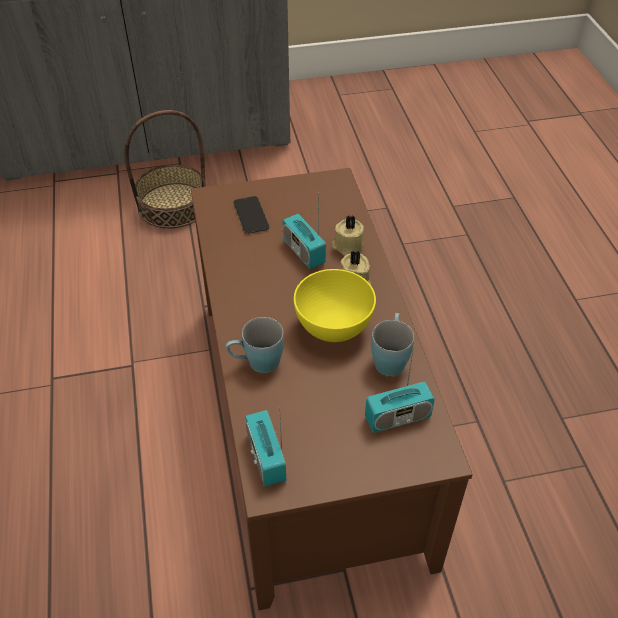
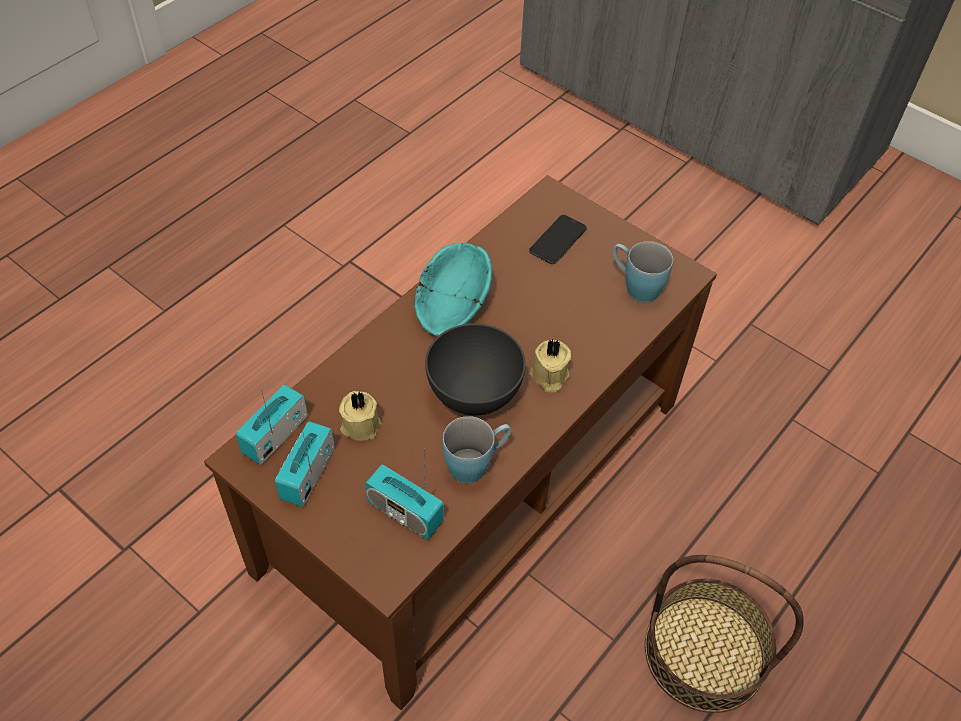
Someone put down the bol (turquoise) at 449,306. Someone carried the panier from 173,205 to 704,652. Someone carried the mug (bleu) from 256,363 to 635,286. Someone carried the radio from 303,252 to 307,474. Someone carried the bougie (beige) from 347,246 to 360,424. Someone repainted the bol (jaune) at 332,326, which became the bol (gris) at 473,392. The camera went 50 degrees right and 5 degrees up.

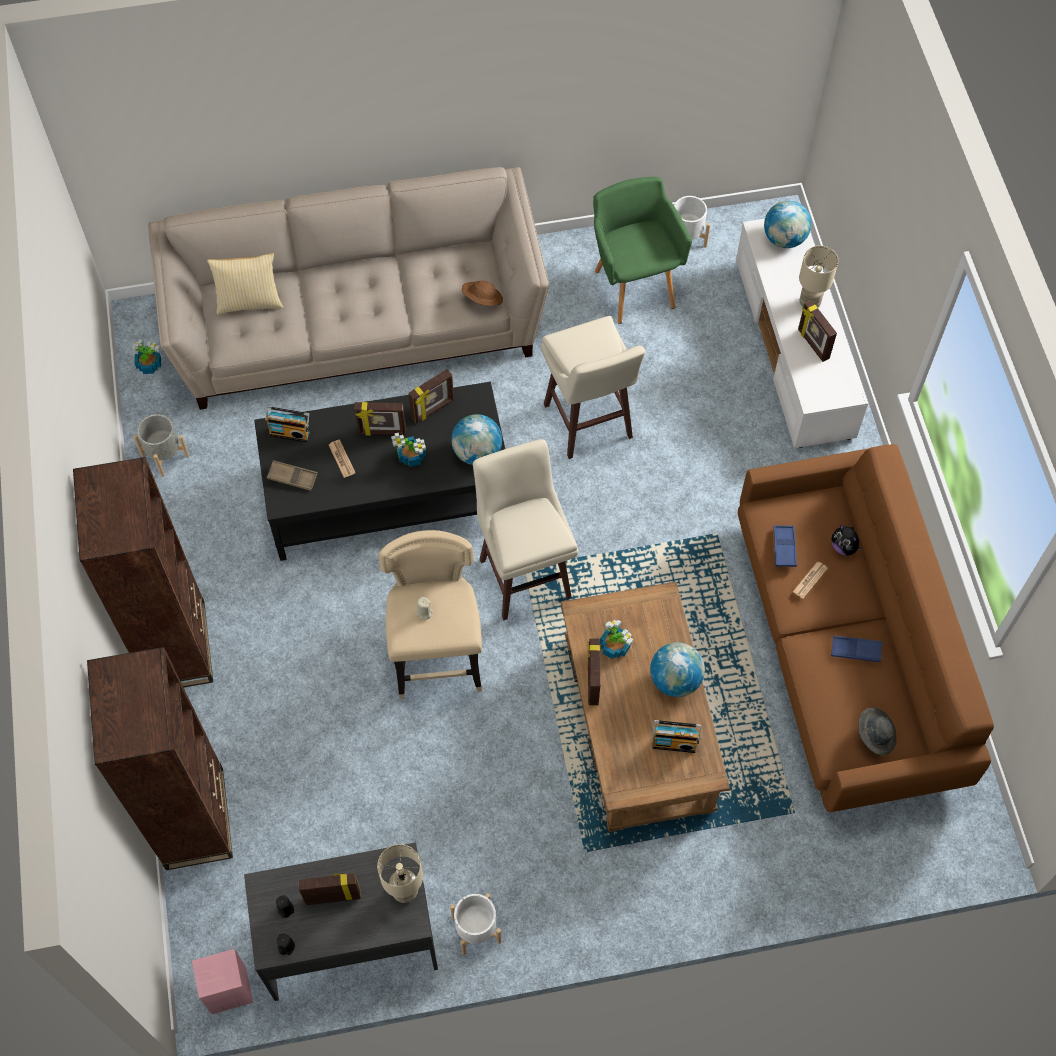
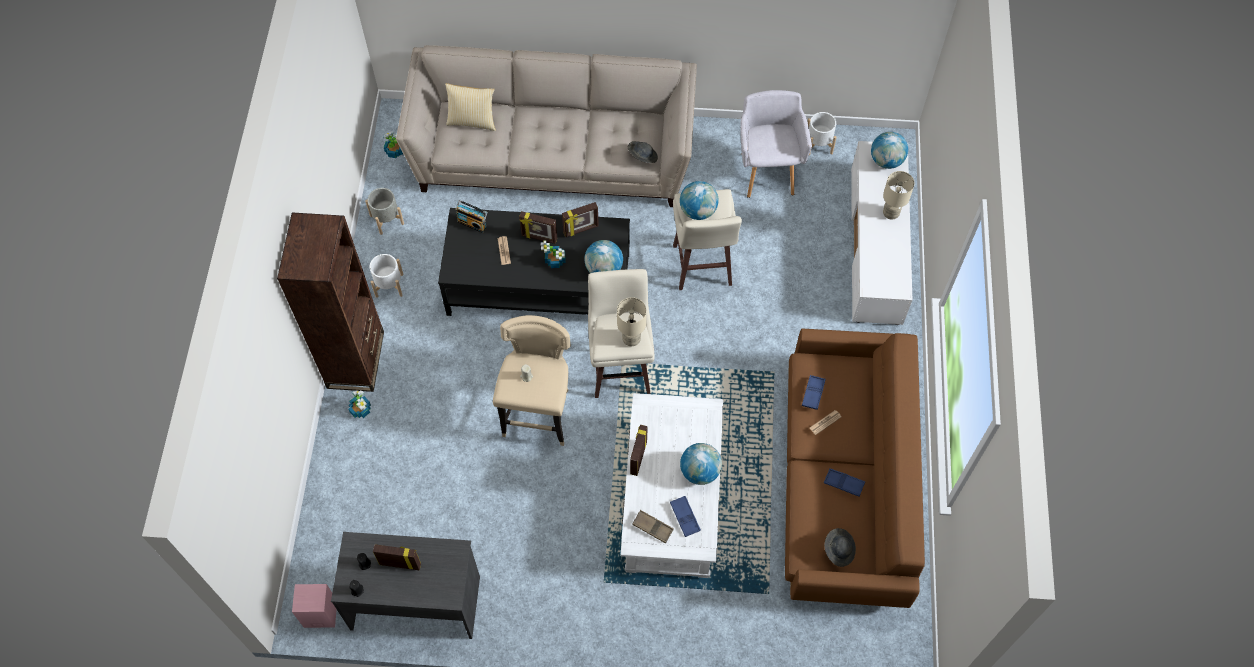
Someone took away the bibliothèque (marron) at 195,818. Someone took away the cadre photo at 812,344. Someone took away the peluche at 844,547. Someone put down the globe at 698,211. Someone carried the plateau (marron) from 292,477 to 652,527. Someone carried the lampe de table (beige) from 404,891 to 631,339. Someone carried the cache-pot (blanc) from 476,929 to 389,285. Someone carried the plante en pot from 614,646 to 361,409. Someone swapped the radio at 674,742 for the plateau (bleu) at 685,517. Someone repainted the chapeau (marron) at 482,300, which became the chapeau (gris) at 642,156. Someone repainted the table basse (marron) at 638,725, which became the table basse (blanc) at 671,499. Someone repainted the fauteuil (vert) at 633,284, which became the fauteuil (gris) at 767,170. The camera went 15 degrees right and 0 degrees up.

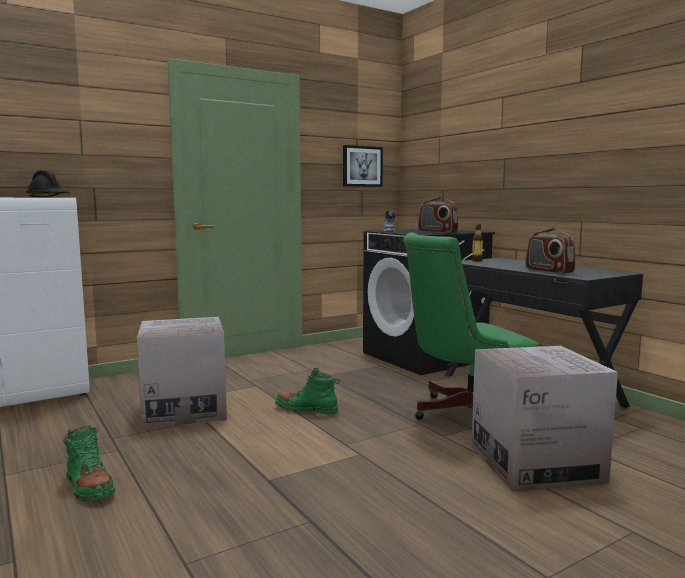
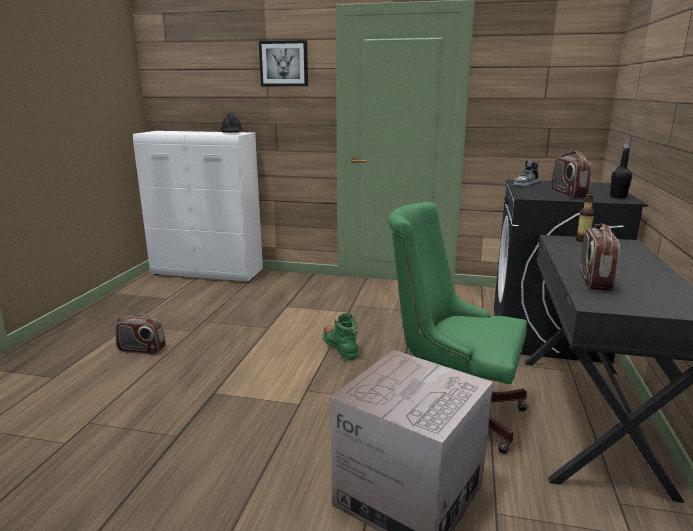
Someone took away the carton at 184,410. Someone put down the bouteille (noir) at 618,197. Someone carried the tableau from 362,166 to 284,63. Someone swapped the botte (vert) at 89,487 for the radio at 141,349. The camera went 45 degrees right and 10 degrees up.

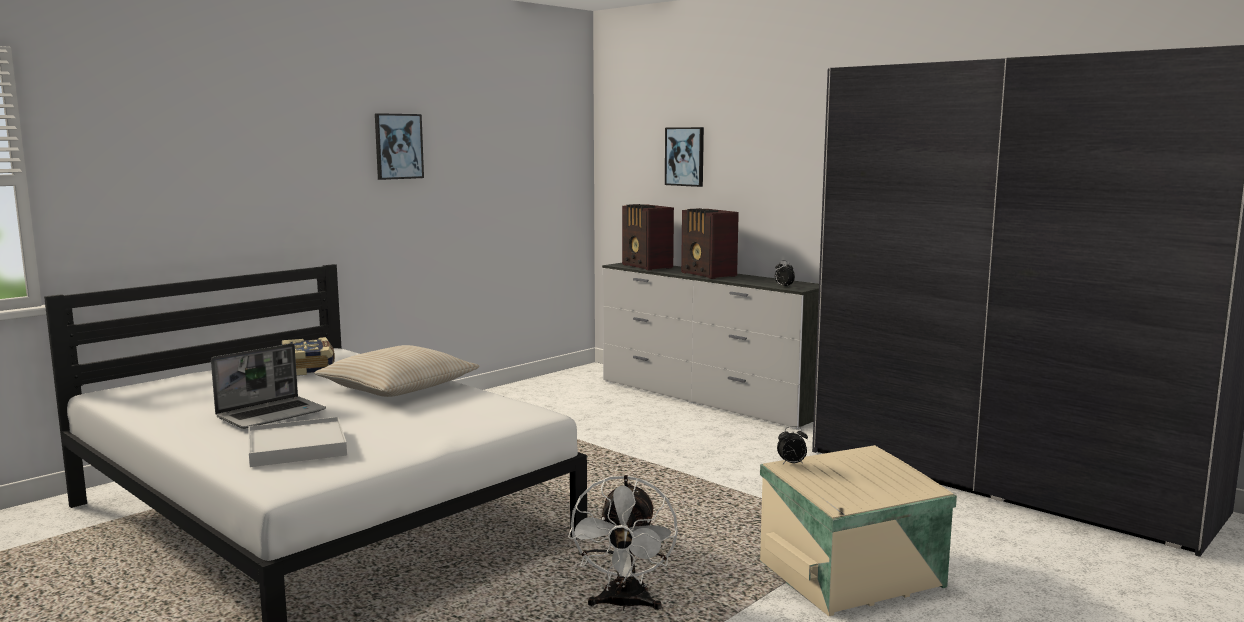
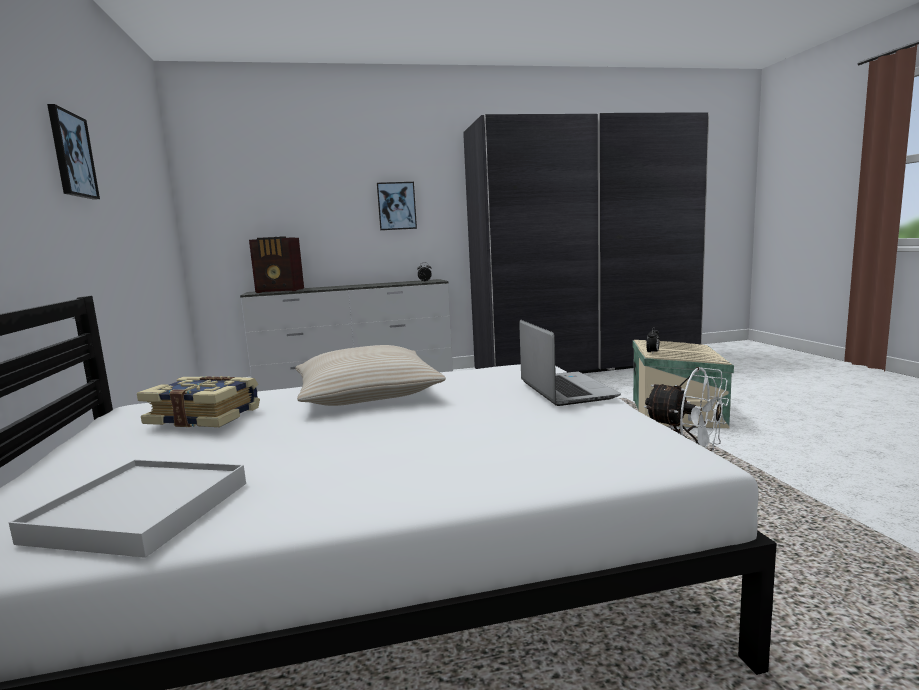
Someone took away the radio at 708,274. Someone carried the ordinateur portable from 272,414 to 564,390. Someone carried the plateau (blanc) from 297,447 to 141,511. Someone carried the tableau from 685,156 to 396,206. The camera went 55 degrees left and 0 degrees up.

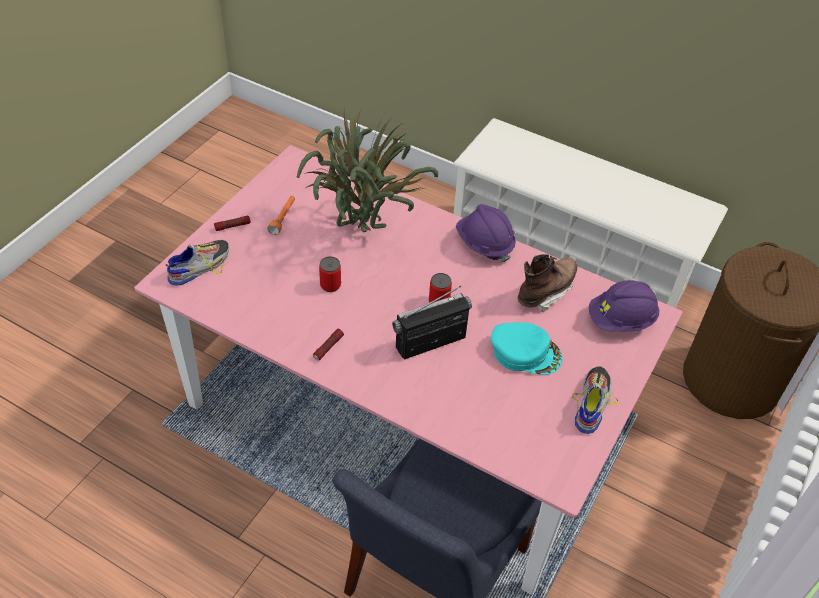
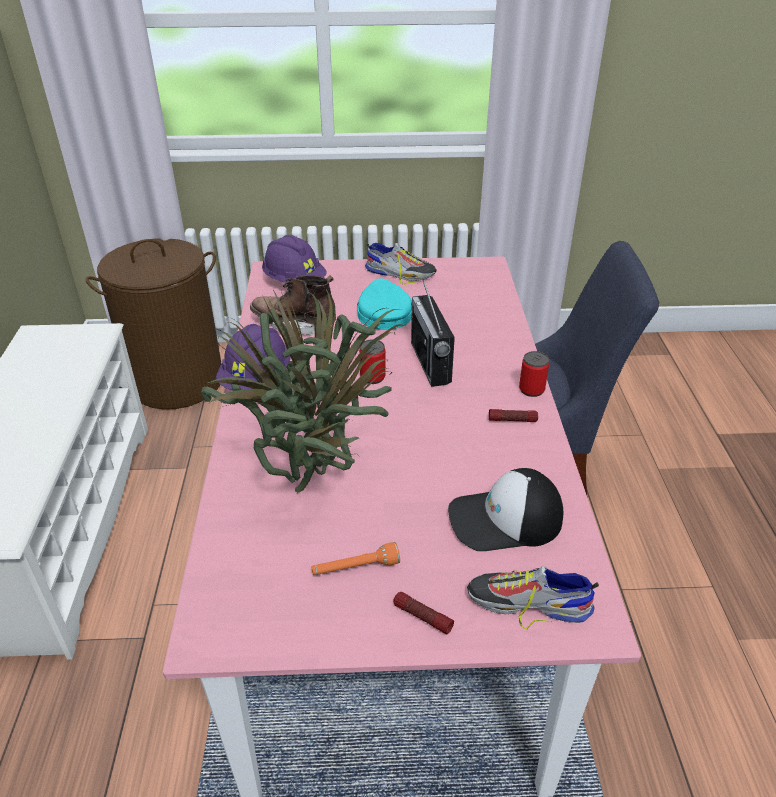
Someone put down the casquette at 505,520. Someone carried the boîte métallique from 330,285 to 531,389. Someone rotated the radio at 431,342 by 45 degrees clockwise. Someone rotated the chaussure at 592,402 by 150 degrees counterclockwise. The camera went 120 degrees left and 10 degrees down.

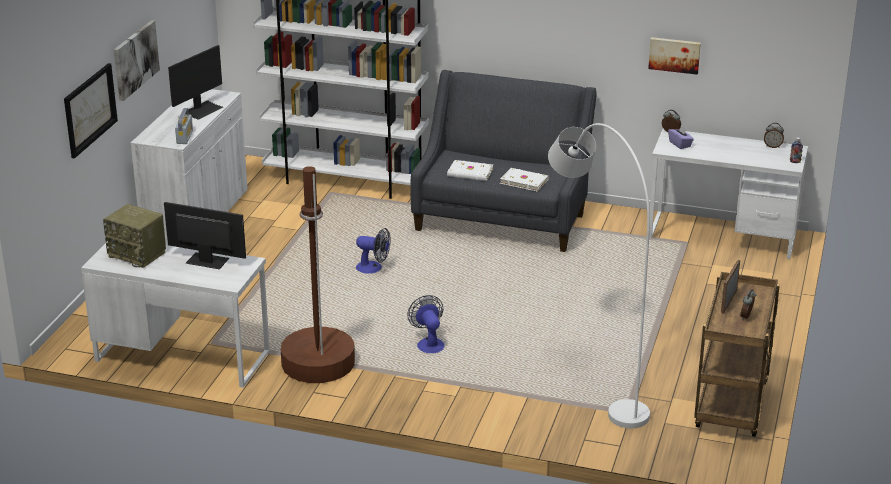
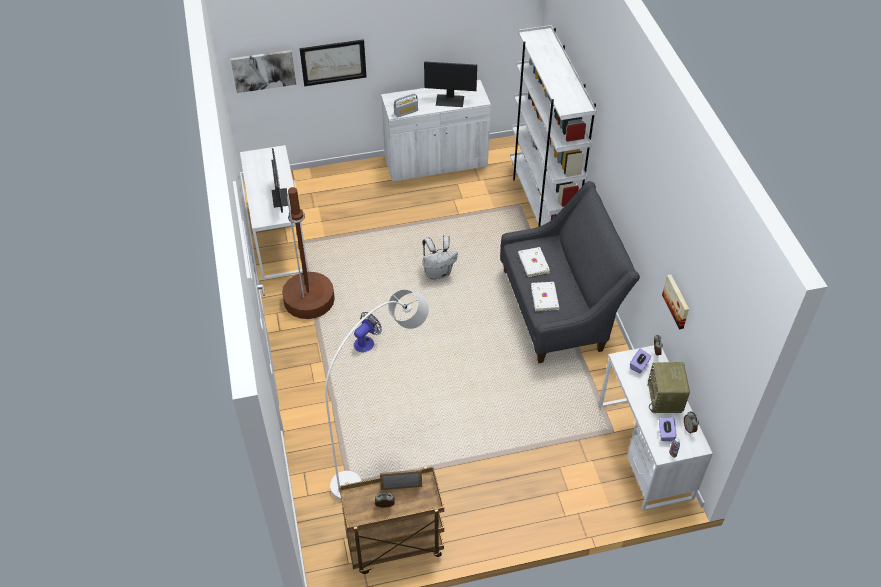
Someone put down the boîte à mouchoirs (violet) at 665,433. Someone carried the radio from 138,254 to 665,398. Someone carried the tableau from 135,59 to 263,70. Someone swapped the ventilateur at 373,268 for the sac à dos (blanc) at 438,272. The camera went 60 degrees right and 20 degrees up.

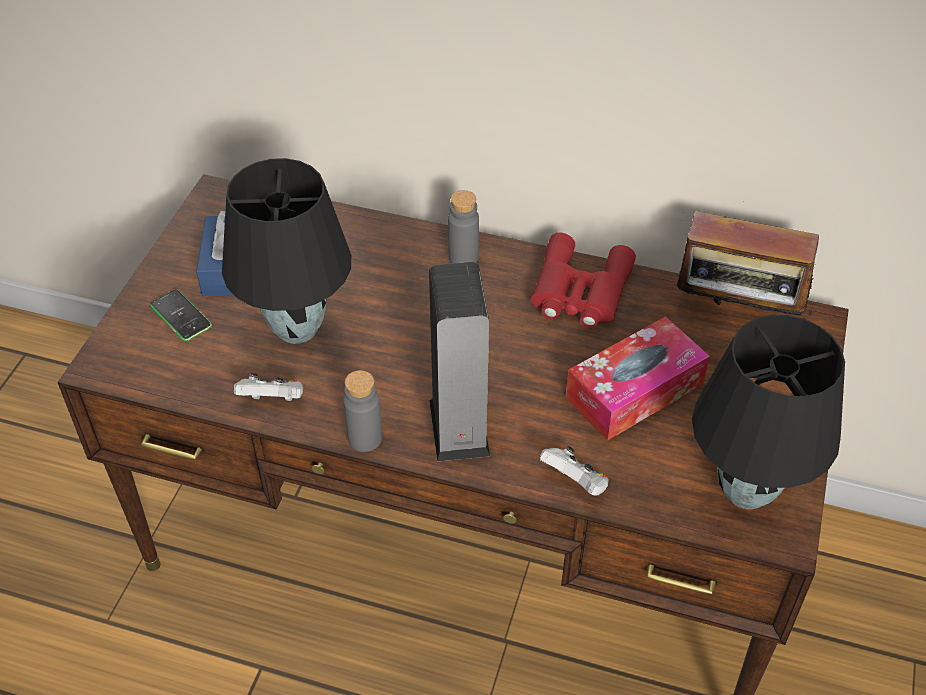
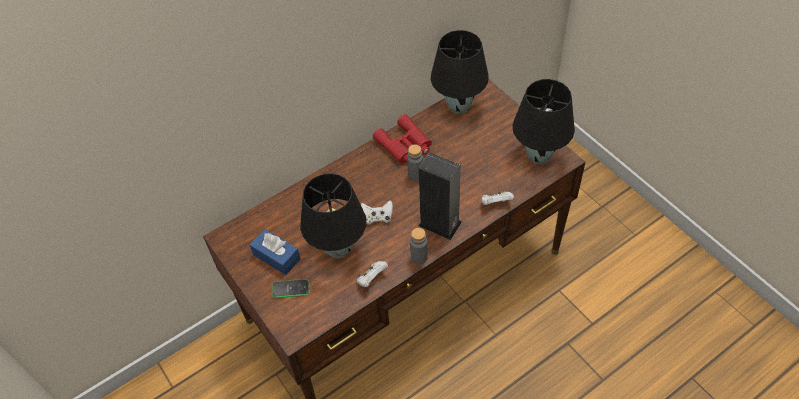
Someone took away the boîte à mouchoirs at 634,391. Someone put down the manette (blanc) at 377,217. Someone carried the bouteille (gris) from 463,257 to 415,175. Someone swapped the radio at 736,314 for the lampe de table (noir) at 458,107. The camera went 50 degrees left and 5 degrees up.

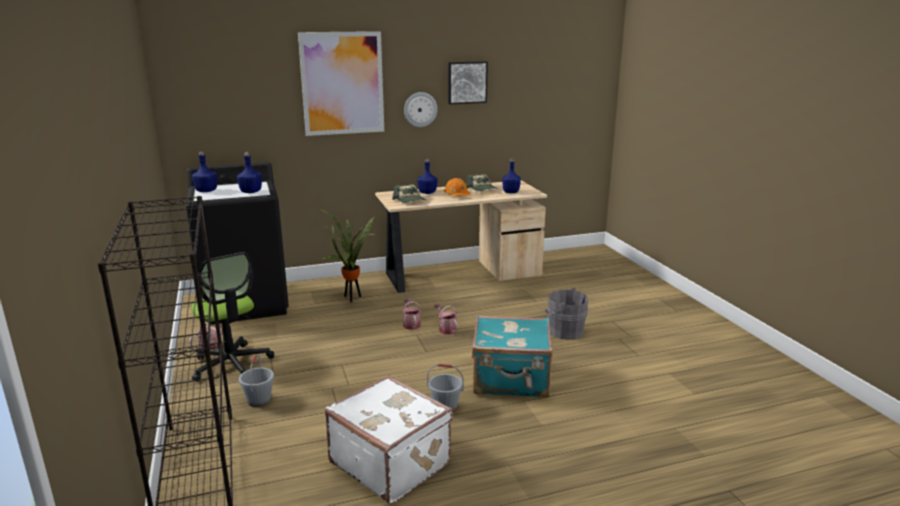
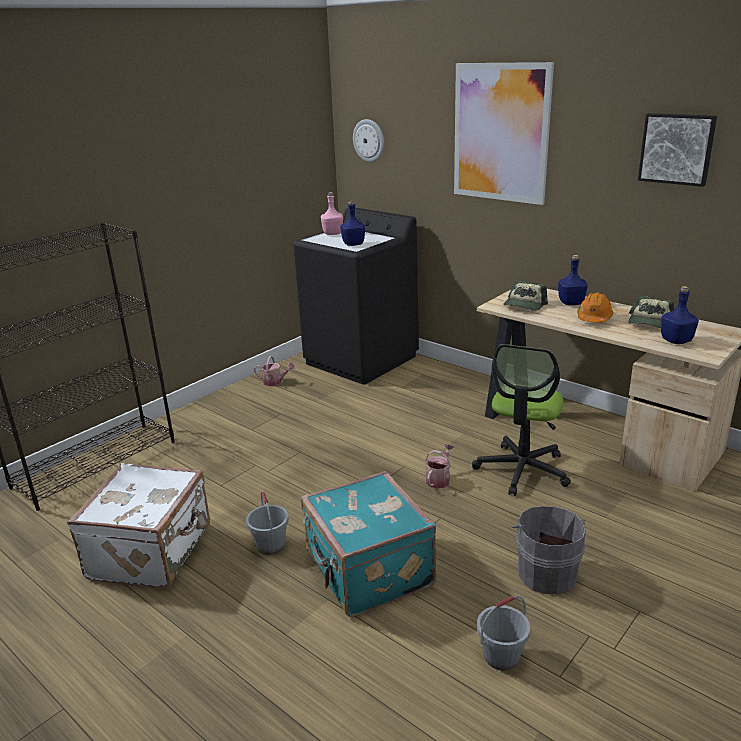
Someone took away the plante en pot at 351,298. Someone took away the arrosoir at 411,324. Someone carried the chaise de bureau from 232,364 to 522,470. Someone carried the seau (gris) from 259,400 to 501,656. Someone carried the horloge murale from 420,109 to 369,140. Someone repainted the bouteille (bleu) at 207,191, which became the bouteille (rose) at 333,234. The camera went 60 degrees right and 5 degrees up.

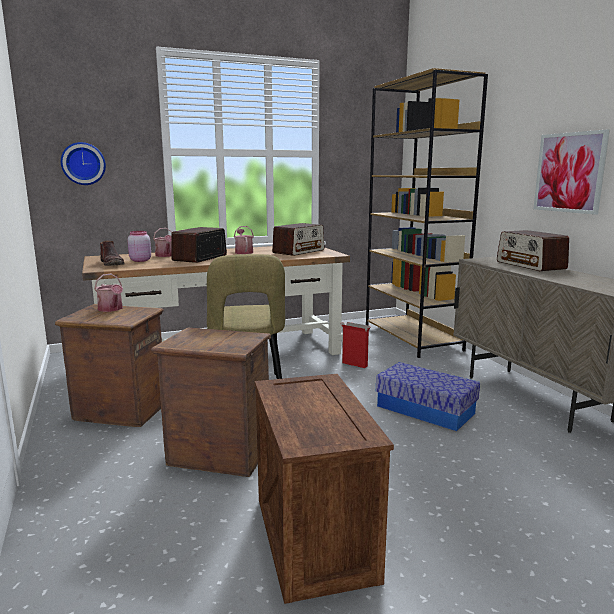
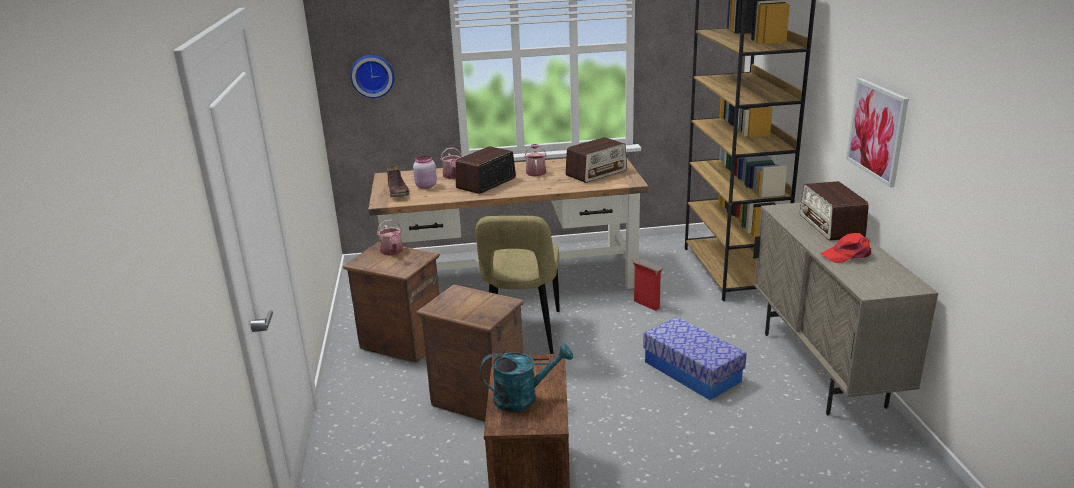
Someone put down the arrosoir (turquoise) at 523,398. Someone put down the casquette (rouge) at 847,255. The camera went 15 degrees right and 10 degrees up.

